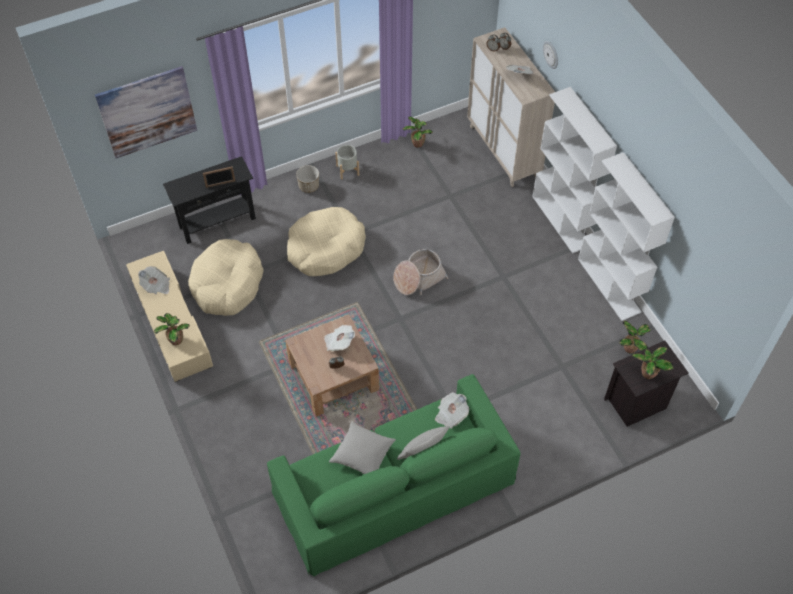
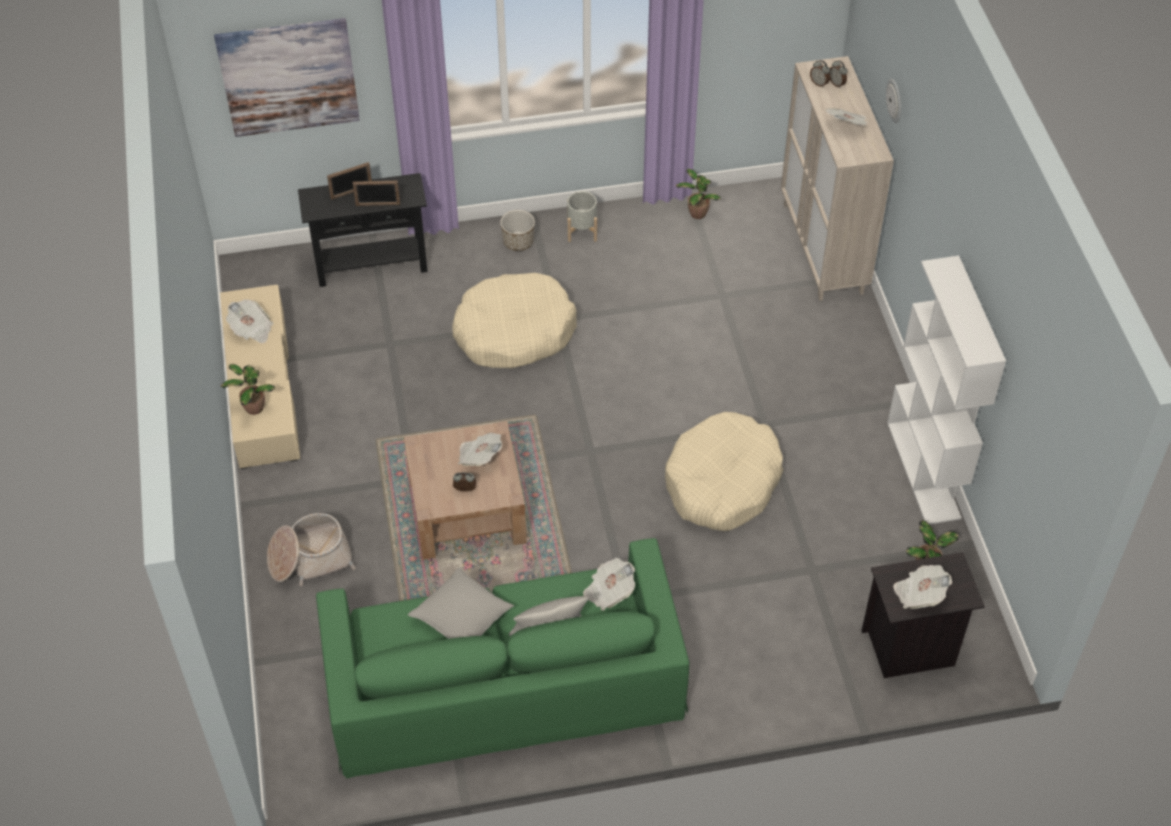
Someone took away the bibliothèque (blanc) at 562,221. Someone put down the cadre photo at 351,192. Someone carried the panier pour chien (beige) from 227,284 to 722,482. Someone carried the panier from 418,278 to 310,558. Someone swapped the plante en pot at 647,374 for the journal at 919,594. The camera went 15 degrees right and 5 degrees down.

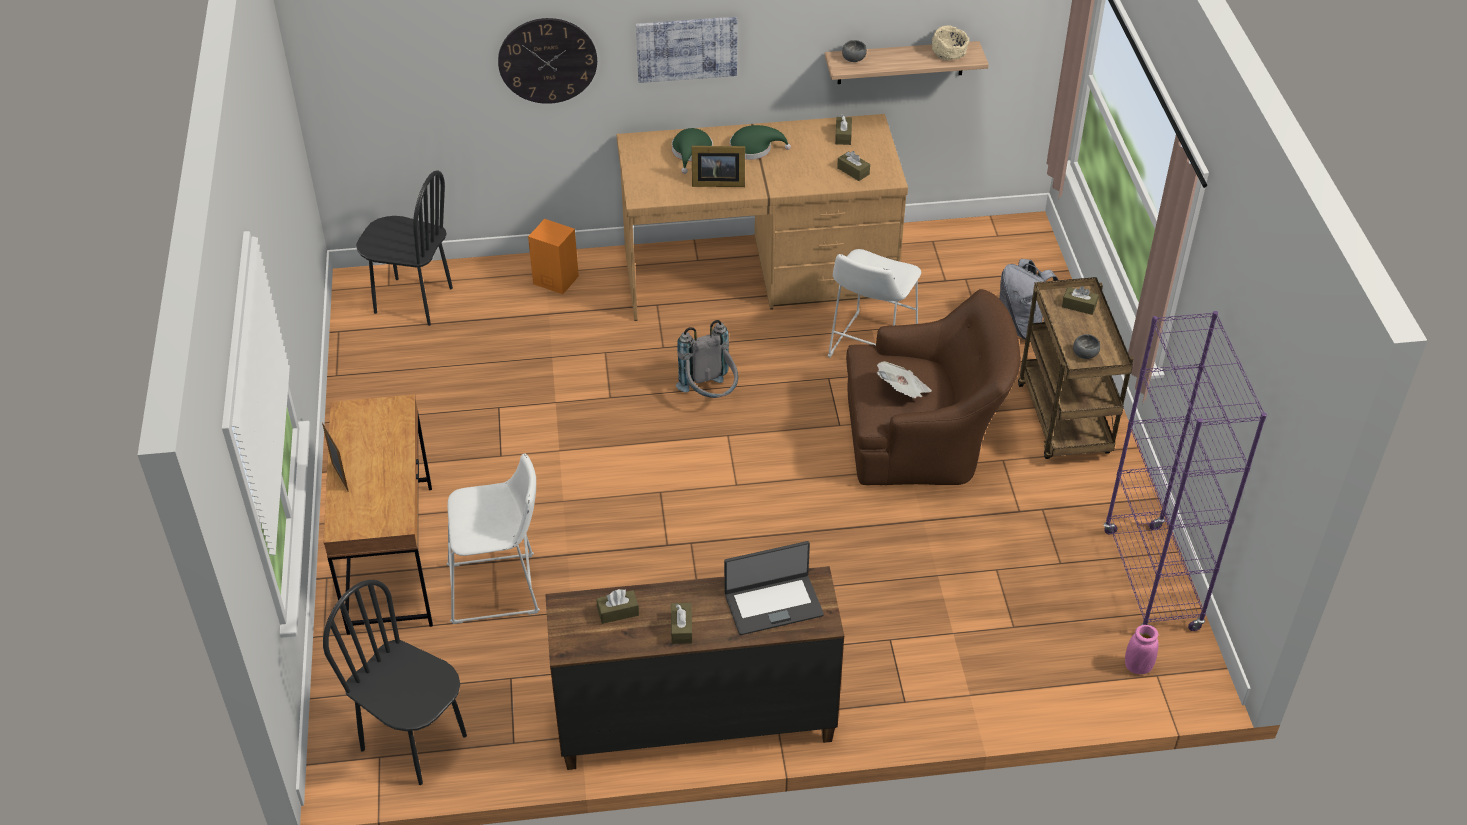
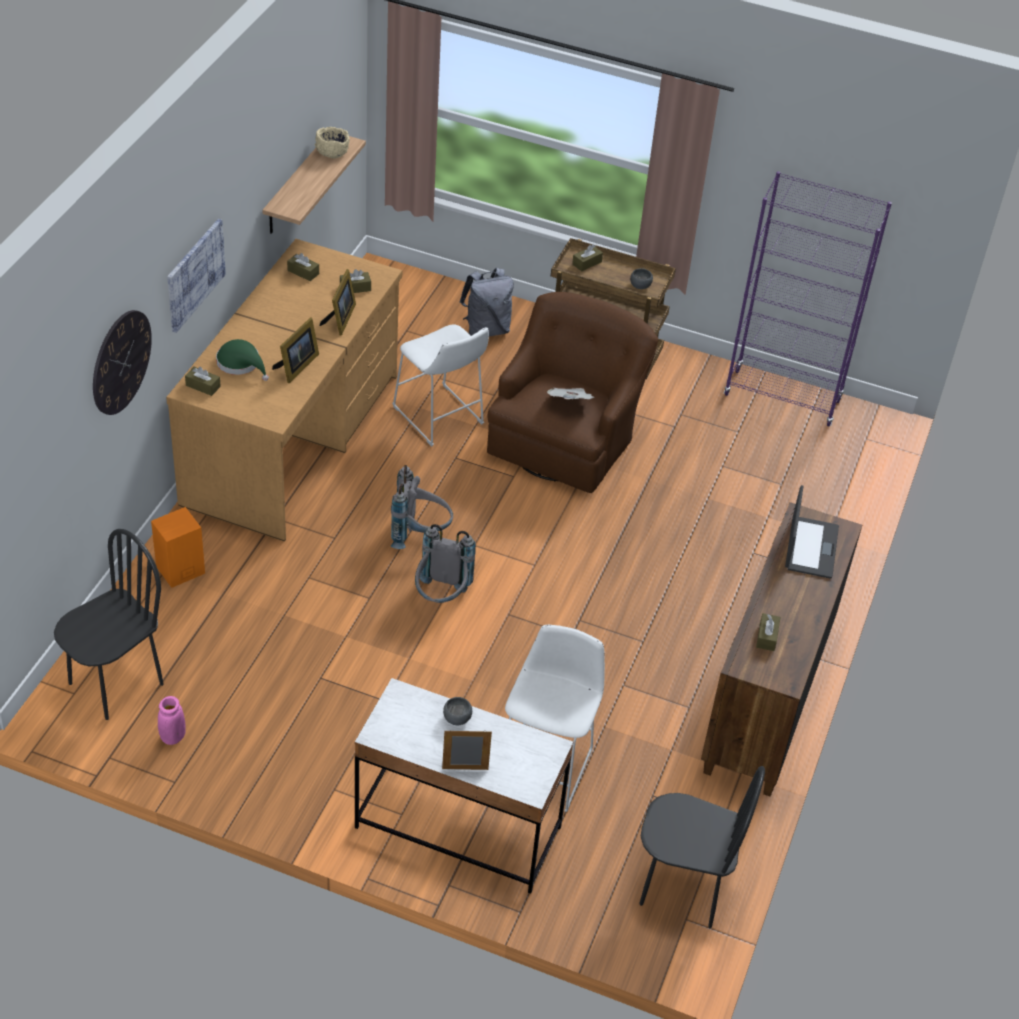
Someone took away the chapeau (vert) at 754,148. Someone put down the cadre photo at 340,319. Someone put down the sac à dos (gris) at 441,598. Someone carried the boîte à mouchoirs (marron) from 681,628 to 203,386. Someone carried the bol (gris) from 854,59 to 457,718. Someone carried the vase (rose) from 1137,667 to 173,737. Someone repainted the bureau (marron) at 391,558, which became the bureau (blanc) at 458,827. Someone rotated the chaise (noir) at 414,741 by 135 degrees counterclockwise. The camera went 65 degrees left and 0 degrees up.

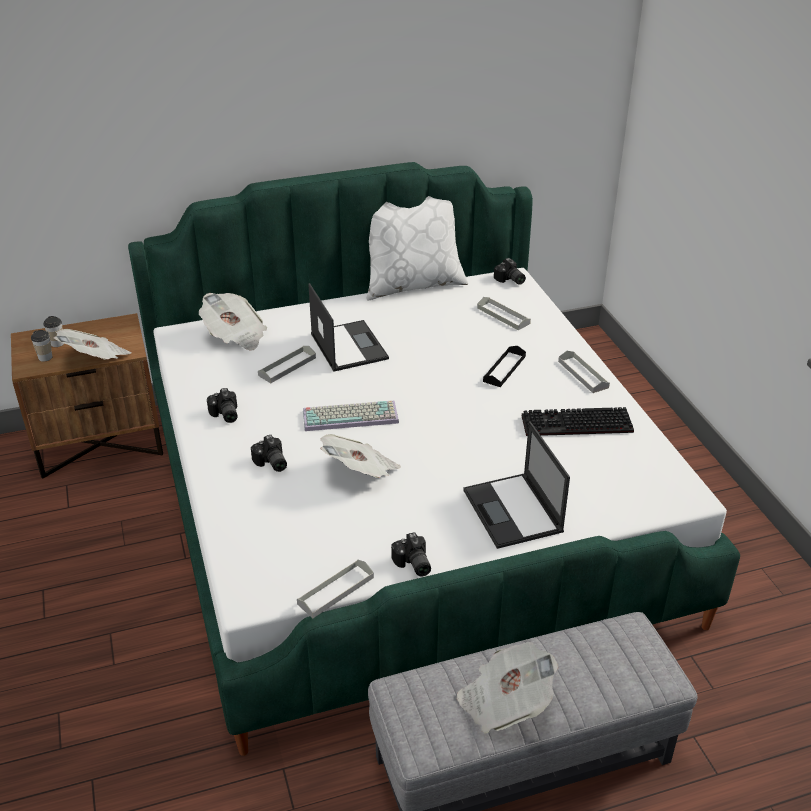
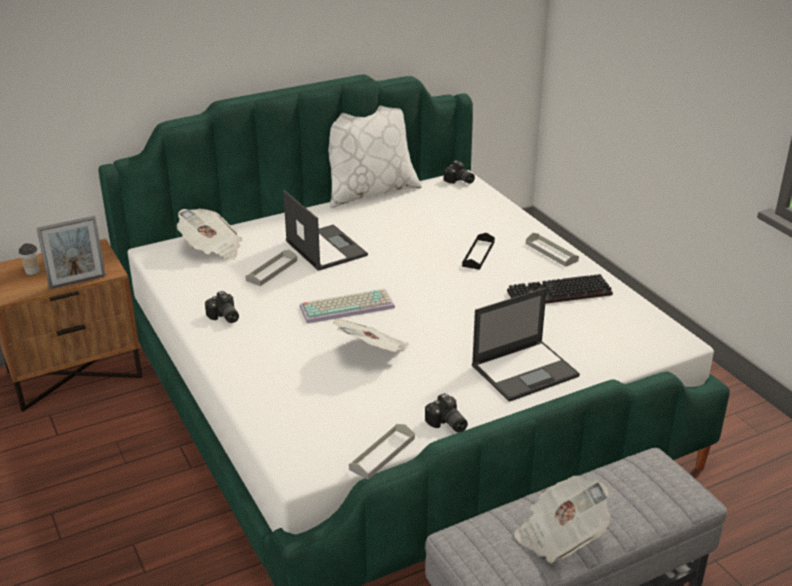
Someone took away the tasse at 45,357. Someone took away the appareil photo at 271,463. Someone took away the plateau (gris) at 503,316. Someone swapped the journal at 96,359 for the cadre photo at 77,282. Someone rotated the ordinateur portable at 513,511 by 90 degrees counterclockwise. The camera went 10 degrees left and 5 degrees down.

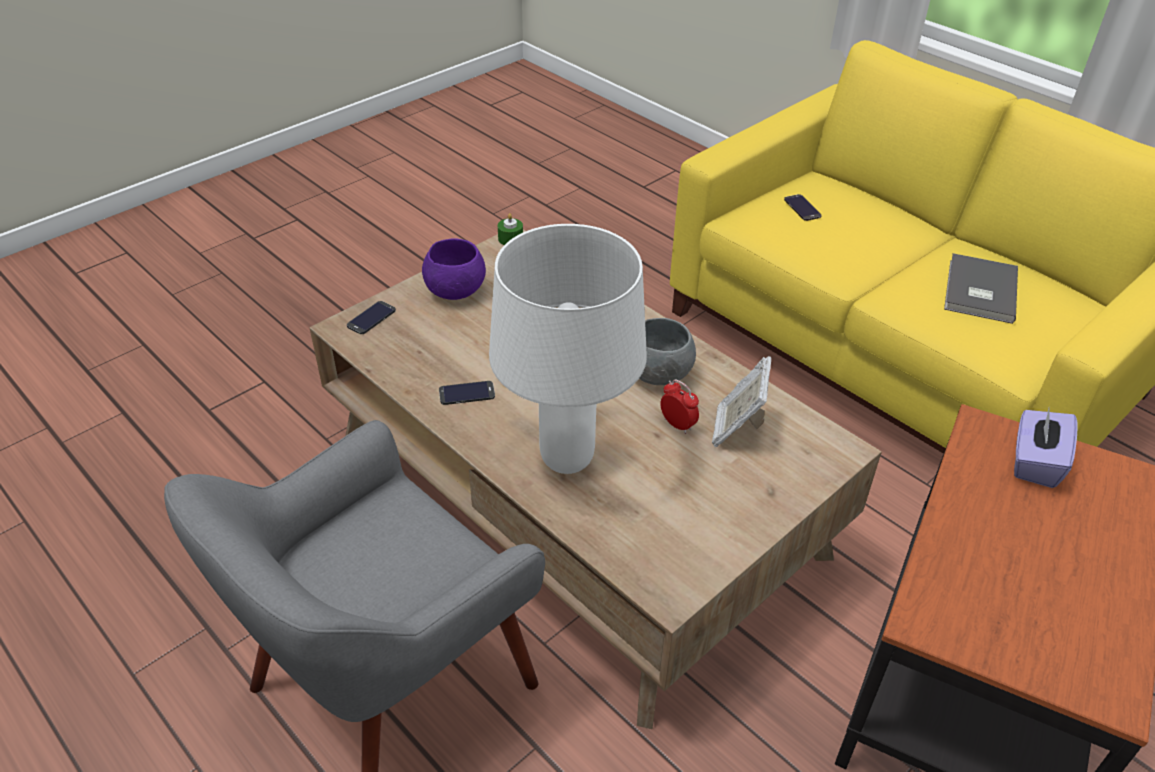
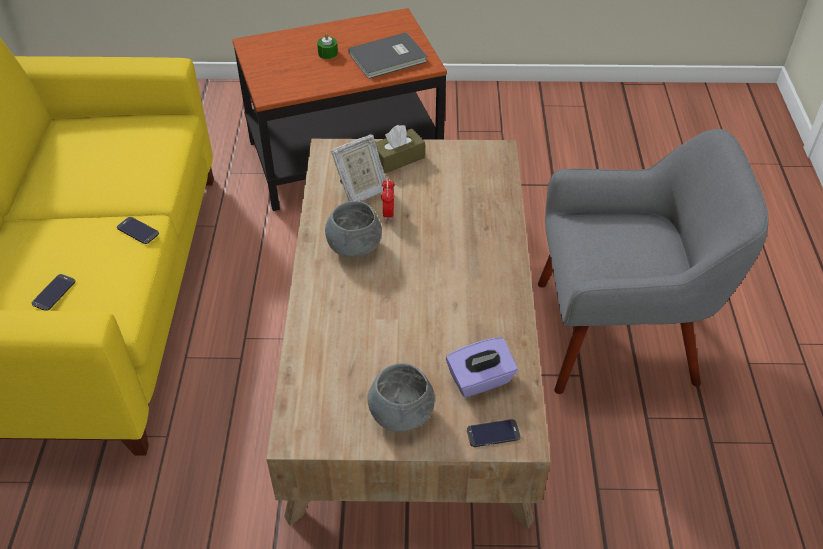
Someone took away the lampe de table (blanc) at 568,459. Someone put down the boîte à mouchoirs (marron) at 398,159. Someone carried the téléphone from 467,393 to 138,230. Someone carried the bougie (vert) from 510,239 to 327,53. Someone carried the livre (gris) from 977,291 to 389,58. Someone carried the boîte à mouchoirs (violet) from 1034,462 to 480,380. Someone repainted the bol (violet) at 455,291, which became the bol (gris) at 402,414. The camera went 135 degrees left and 5 degrees up.

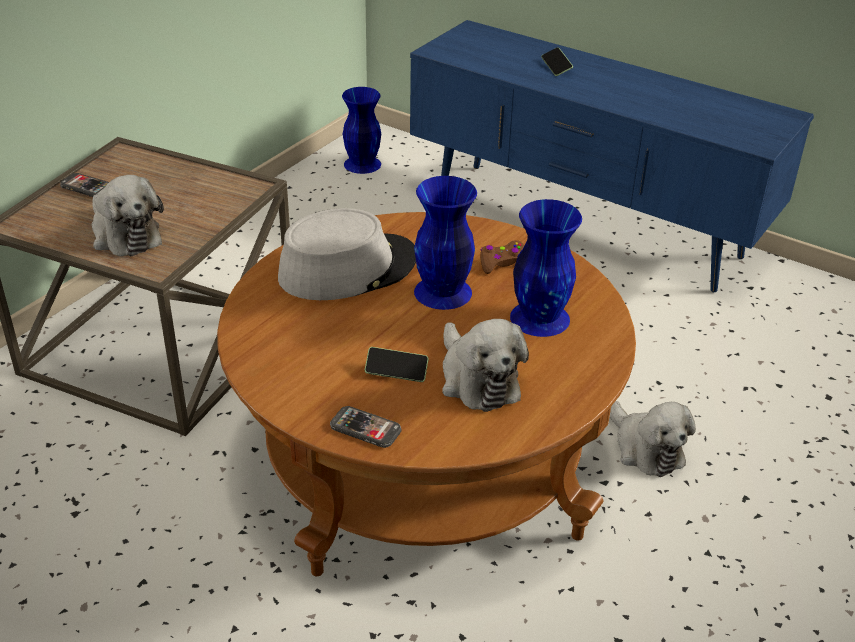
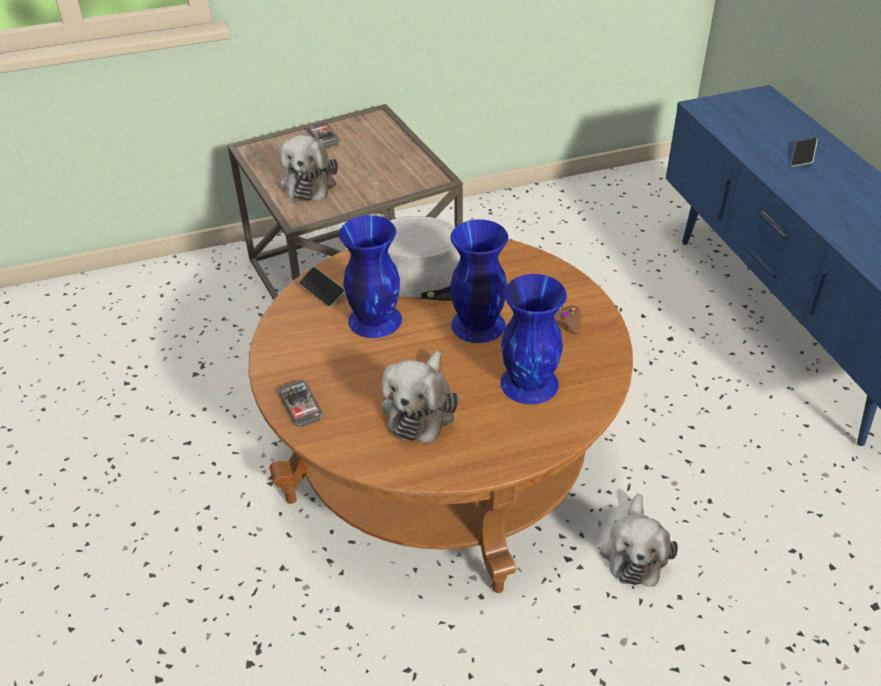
Someone carried the vase (bleu) from 361,164 to 374,319. Someone carried the téléphone from 396,371 to 322,292. The camera went 40 degrees right and 5 degrees up.

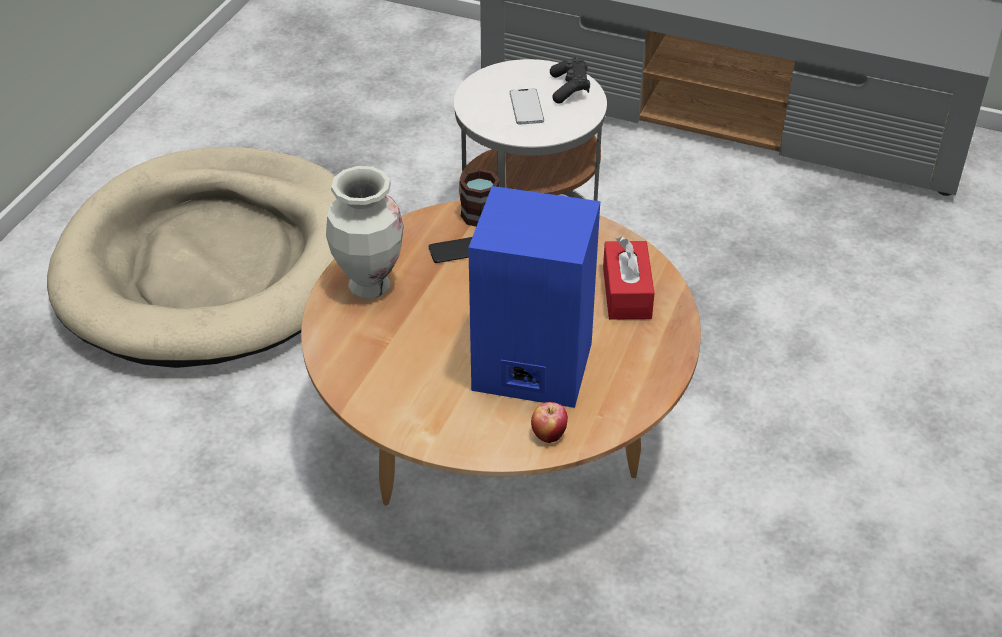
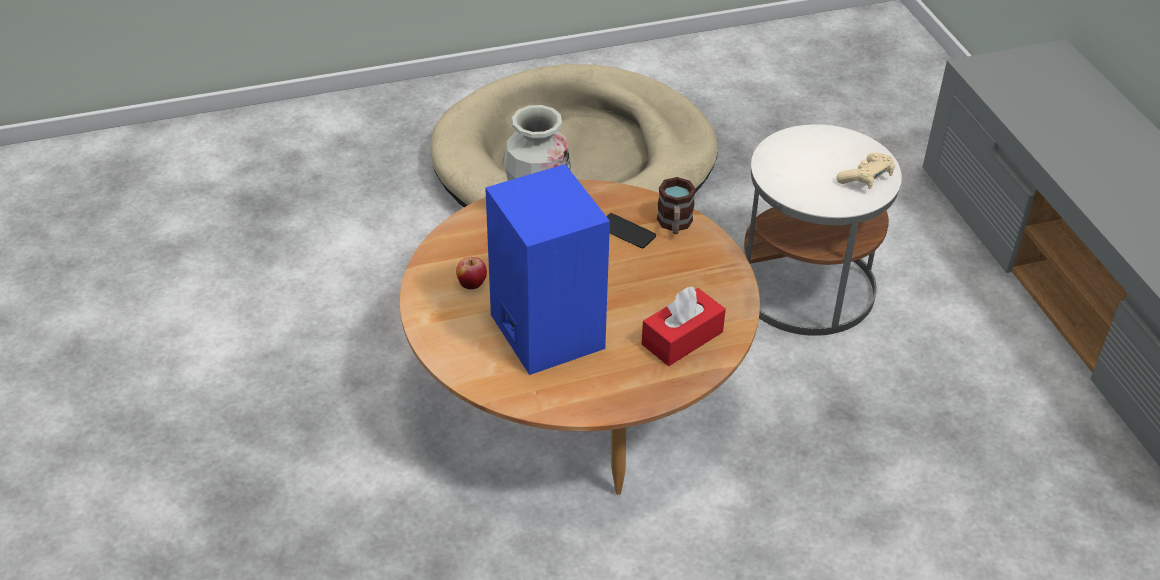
Someone took away the téléphone at 526,108. Someone carried the pomme from 549,435 to 472,284. Someone repainted the manette (noir) at 569,89, which became the manette (beige) at 866,179. The camera went 50 degrees right and 0 degrees up.

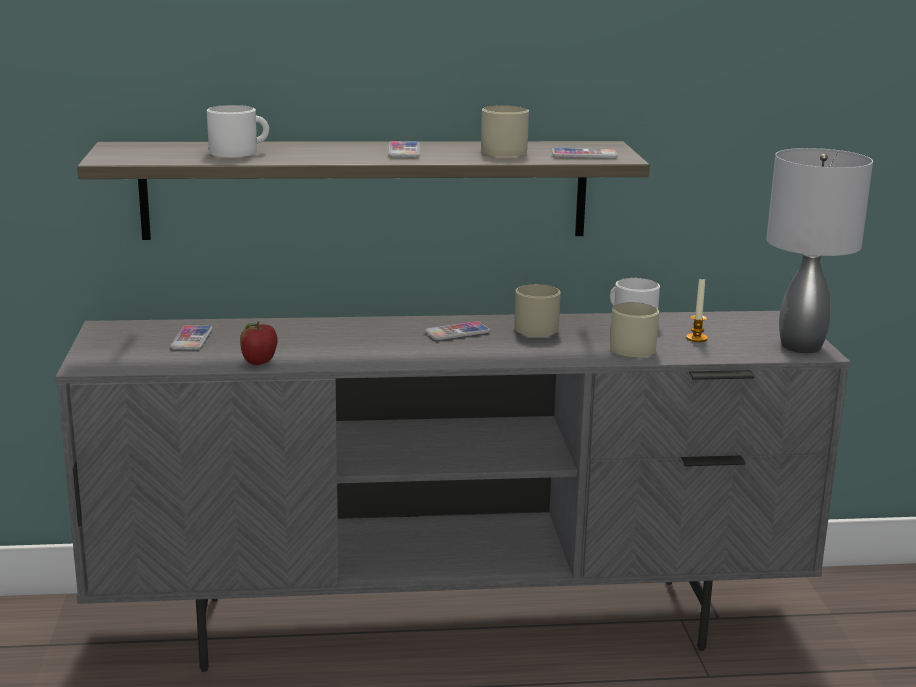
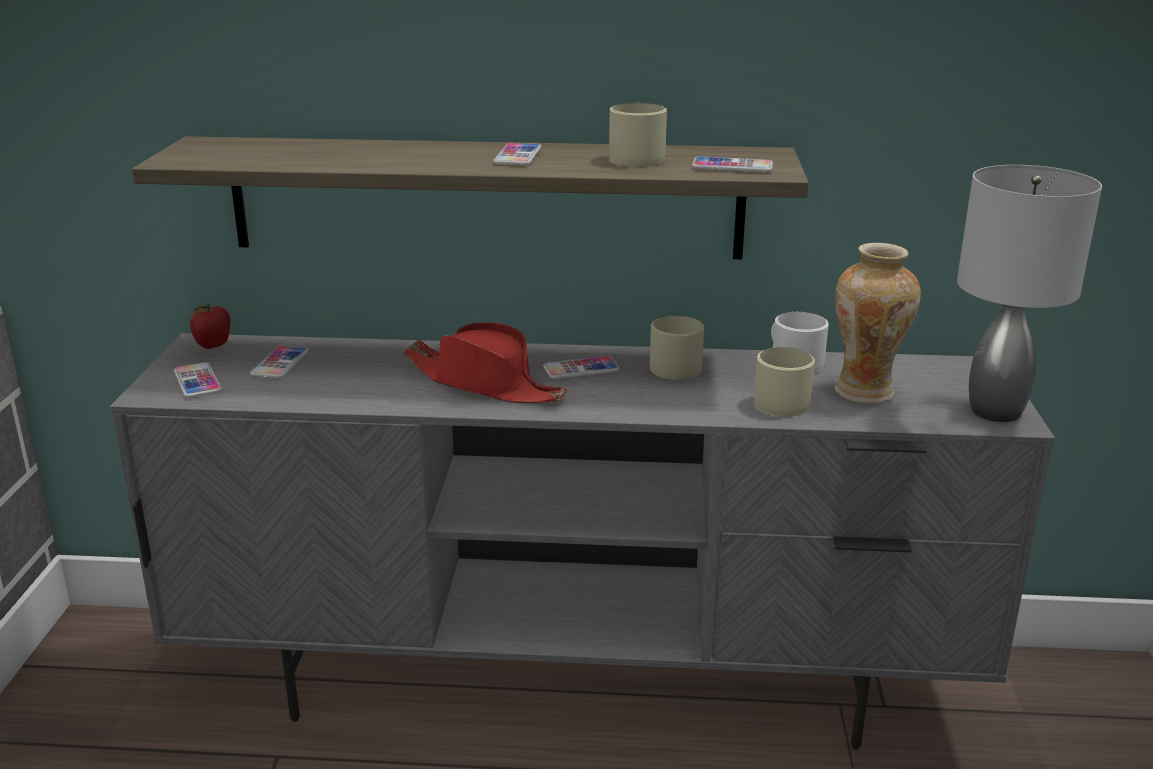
Someone took away the mug (blanc) at 239,152. Someone put down the téléphone at 197,381. Someone put down the chapeau (rouge) at 484,383. Someone carried the pomme from 259,363 to 214,346. Someone swapped the bougie at 696,338 for the vase at 866,392. The camera went 10 degrees right and 5 degrees up.

